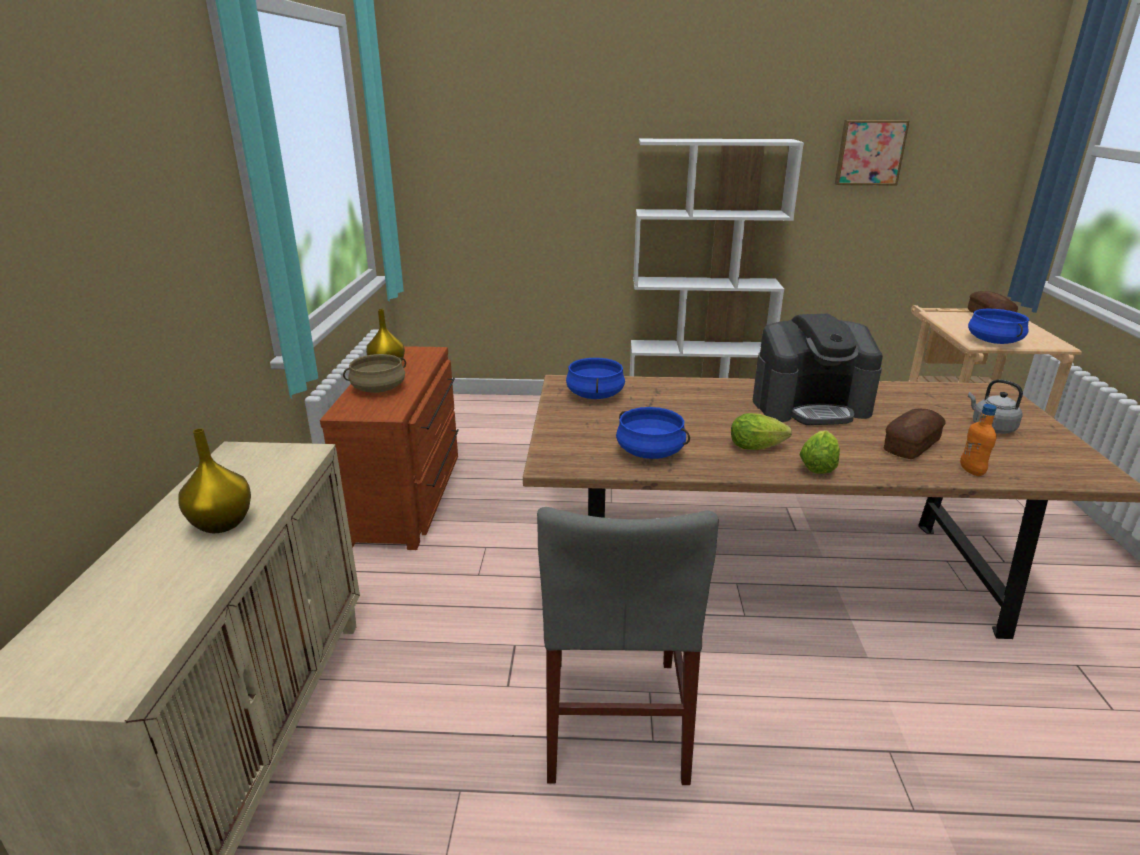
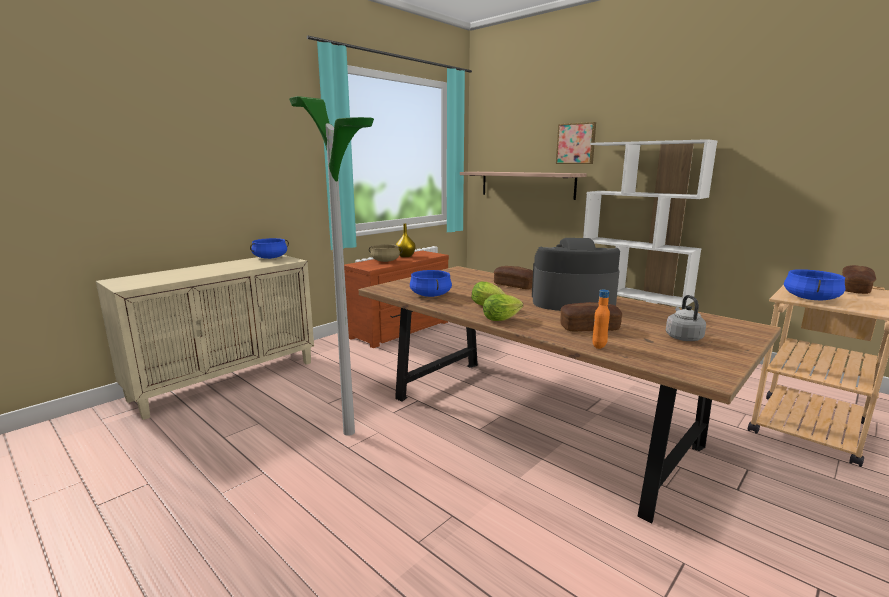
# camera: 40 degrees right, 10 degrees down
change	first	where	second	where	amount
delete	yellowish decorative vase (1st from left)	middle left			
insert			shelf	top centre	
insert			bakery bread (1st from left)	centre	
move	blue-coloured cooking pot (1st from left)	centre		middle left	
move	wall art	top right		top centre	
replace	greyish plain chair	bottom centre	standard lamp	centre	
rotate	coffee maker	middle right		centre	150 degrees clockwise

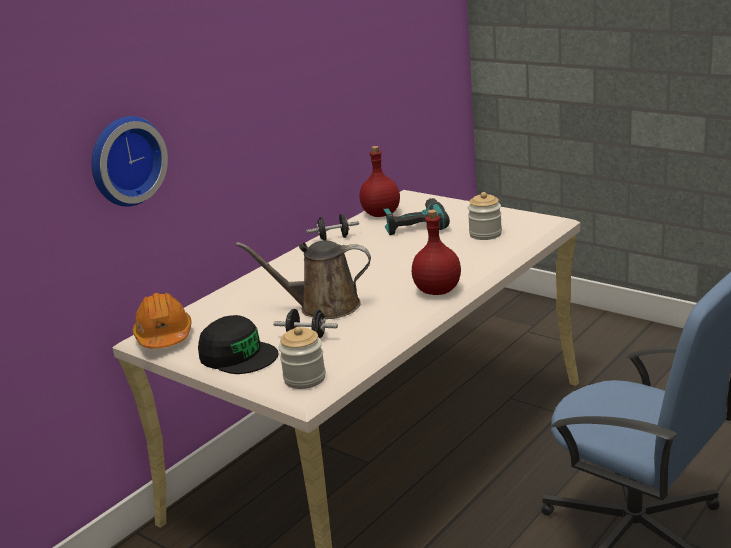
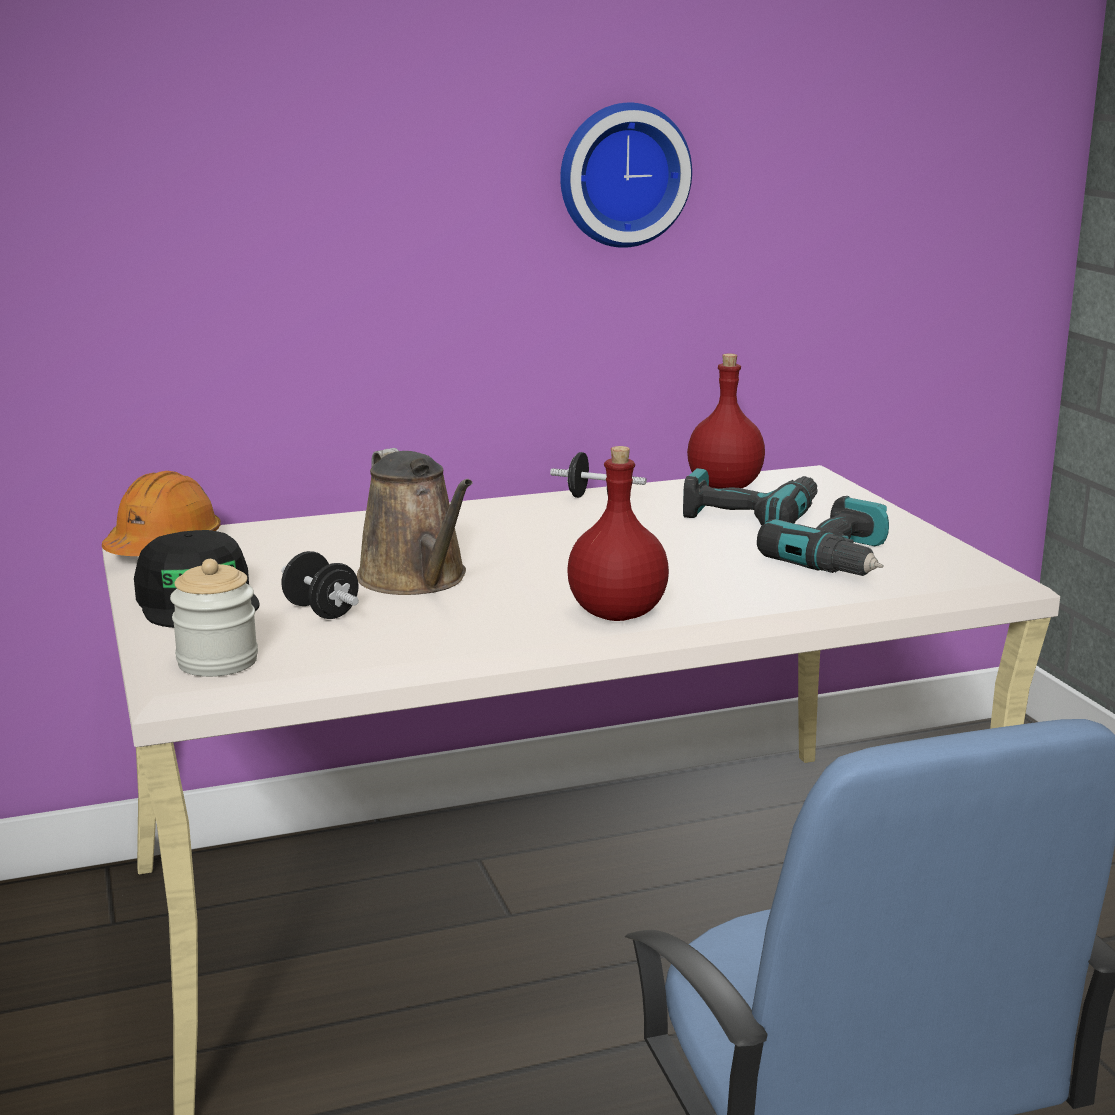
# camera: 30 degrees right, 5 degrees down
change	first	where	second	where	amount
move	hanging clock	top left		top centre	
replace	preserve jar (2nd from left)	centre	electric drill (2nd from left)	middle right	
rotate	brownish sprinkling can	centre		centre	150 degrees counterclockwise

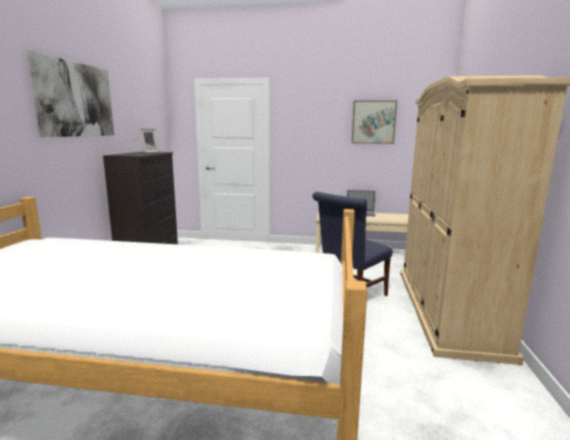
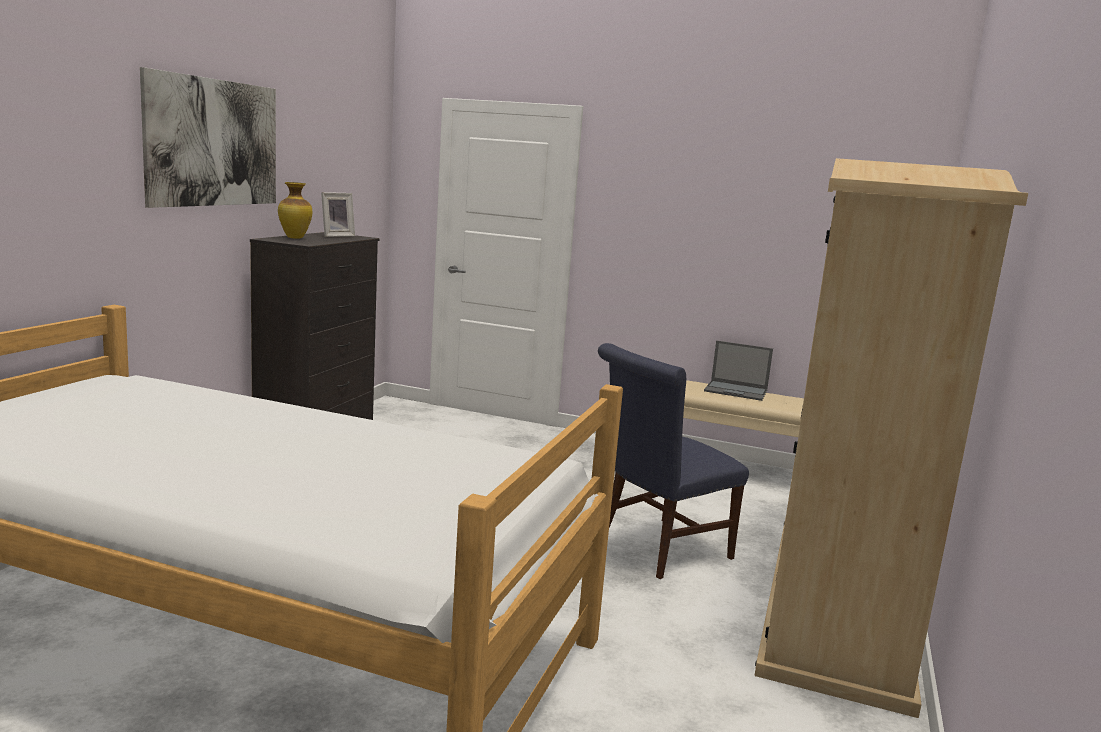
# camera: 10 degrees right, 0 degrees up
change	first	where	second	where	amount
delete	wall art (2nd from left)	top centre			
insert			decorative vase	top left	

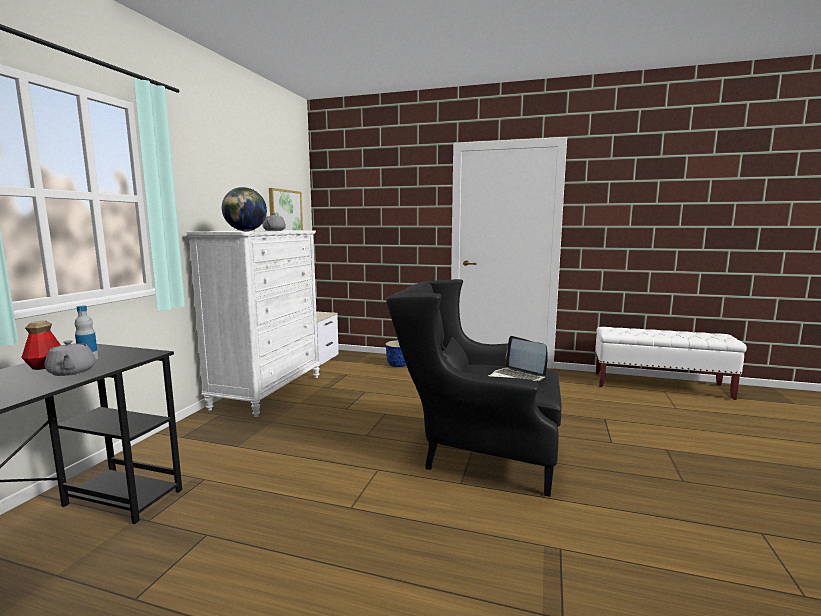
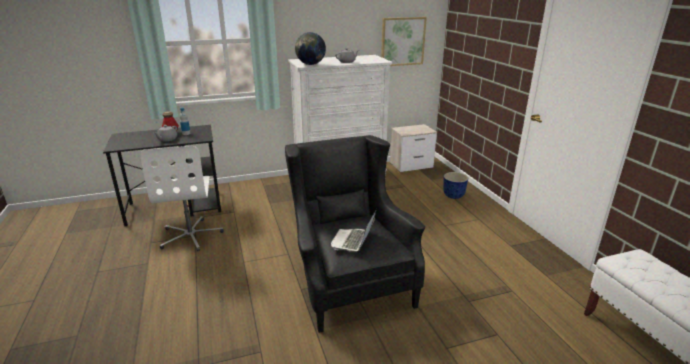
# camera: 55 degrees right, 15 degrees up
change	first	where	second	where	amount
insert			whitish computer chair	middle left	

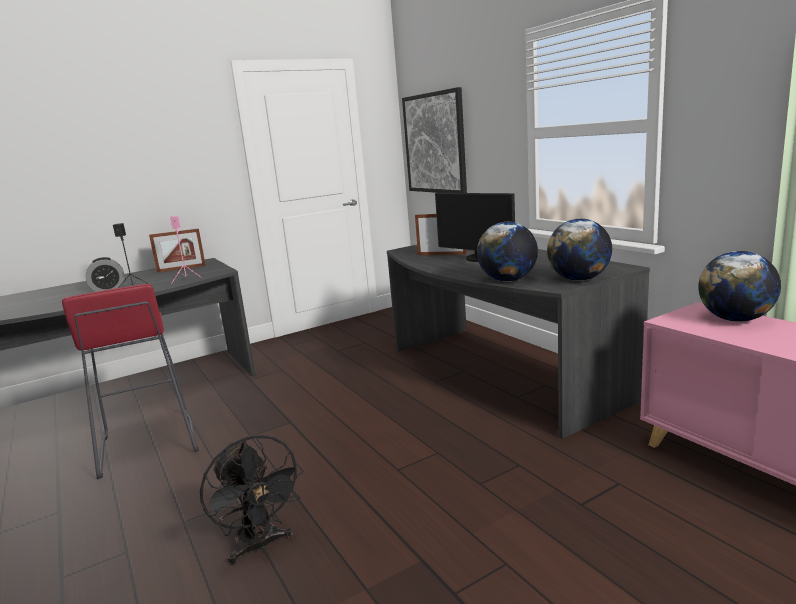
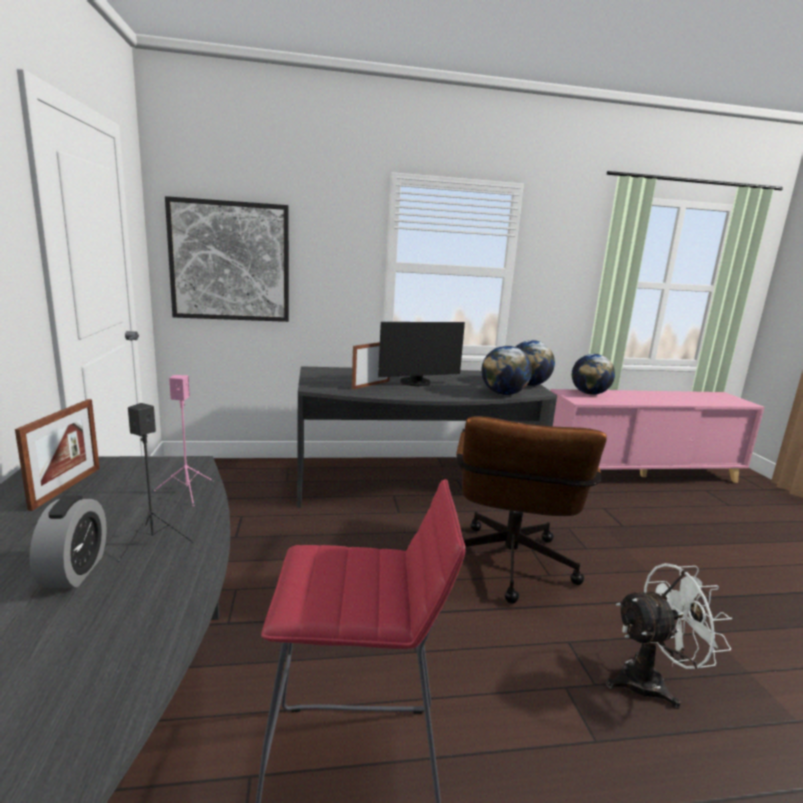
# camera: 70 degrees left, 0 degrees up
change	first	where	second	where	amount
insert			brownish computer chair	centre	
recolor	black-coloured cooling fan	bottom left	whitish cooling fan	bottom right	

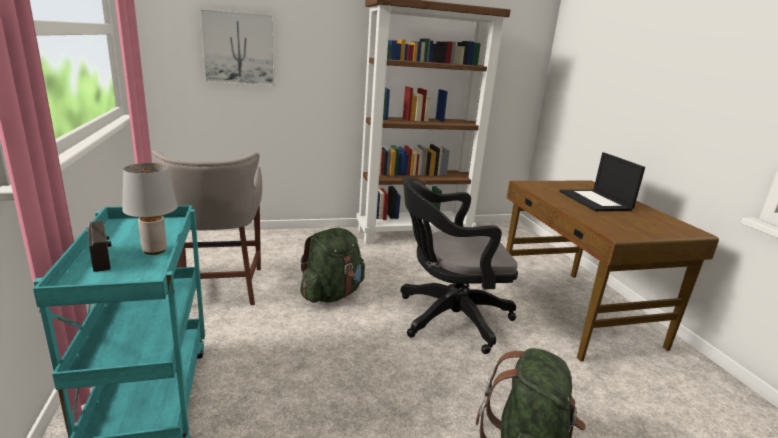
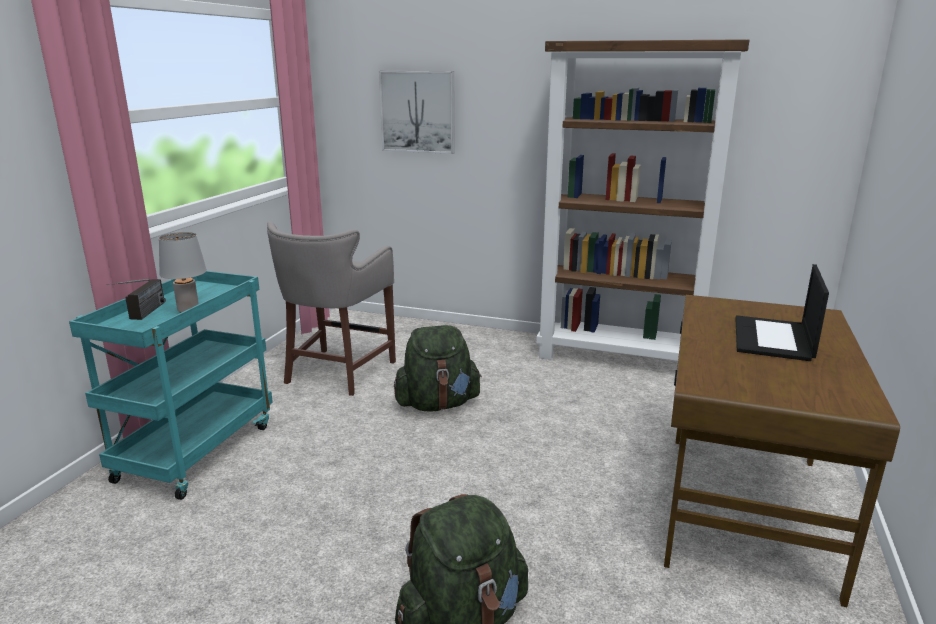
# camera: 35 degrees right, 0 degrees up
change	first	where	second	where	amount
delete	black-coloured computer chair	centre			

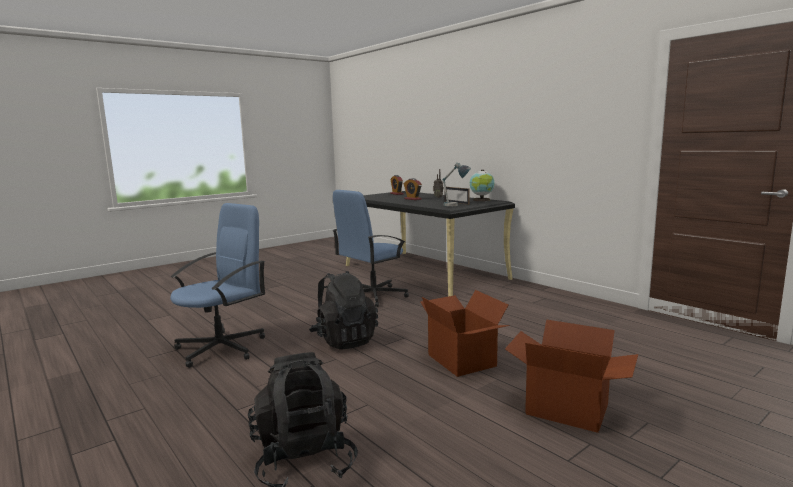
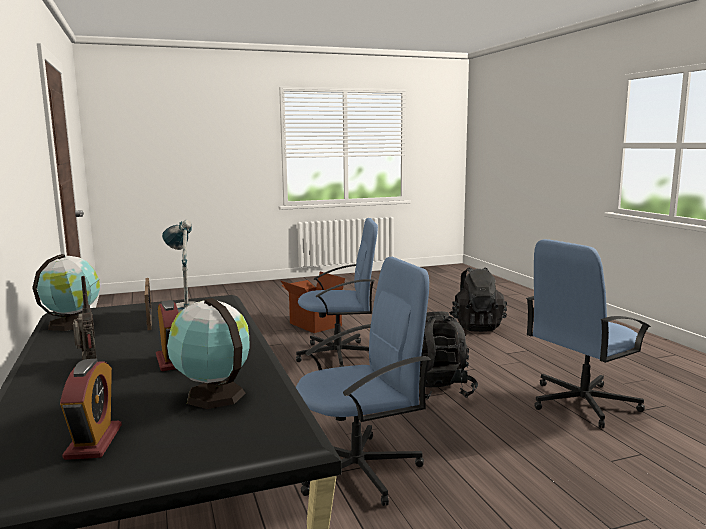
# camera: 160 degrees left, 0 degrees up
change	first	where	second	where	amount
insert			globe (2nd from left)	bottom left	
replace	packing box (1st from left)	bottom centre	blue-coloured computer chair (1st from left)	centre	

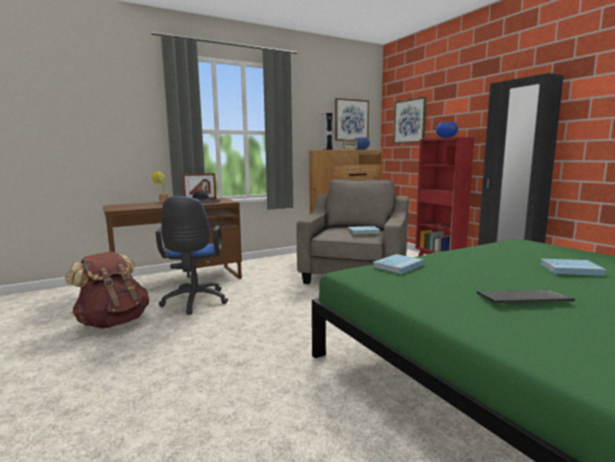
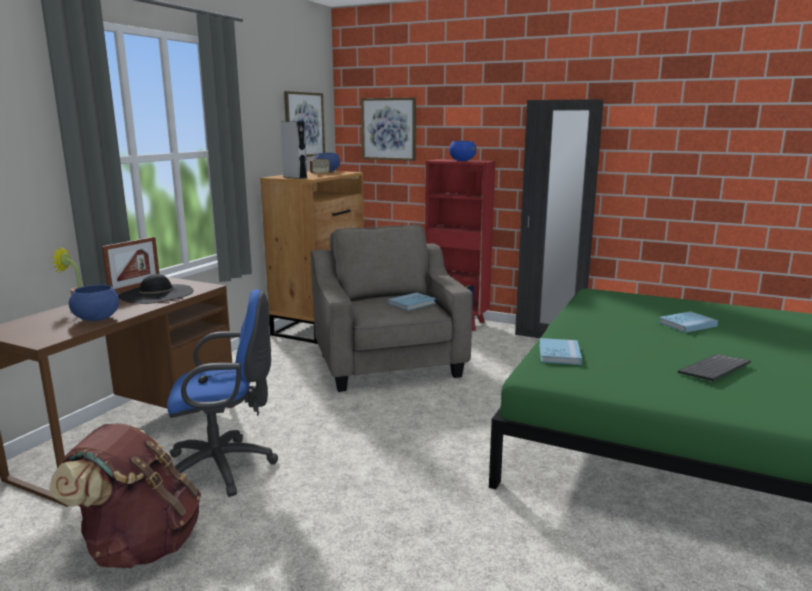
# camera: 35 degrees left, 5 degrees up
change	first	where	second	where	amount
insert			blue-coloured bowl (1st from left)	middle left	
rotate	blue-coloured computer chair	middle left		middle left	60 degrees counterclockwise

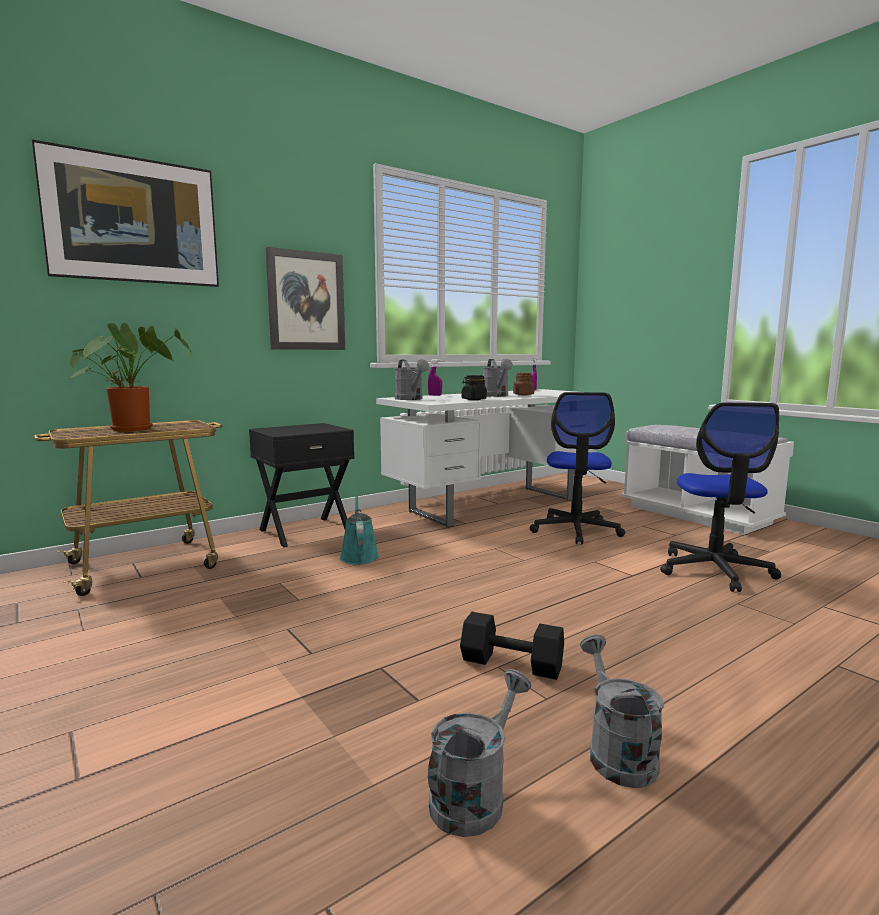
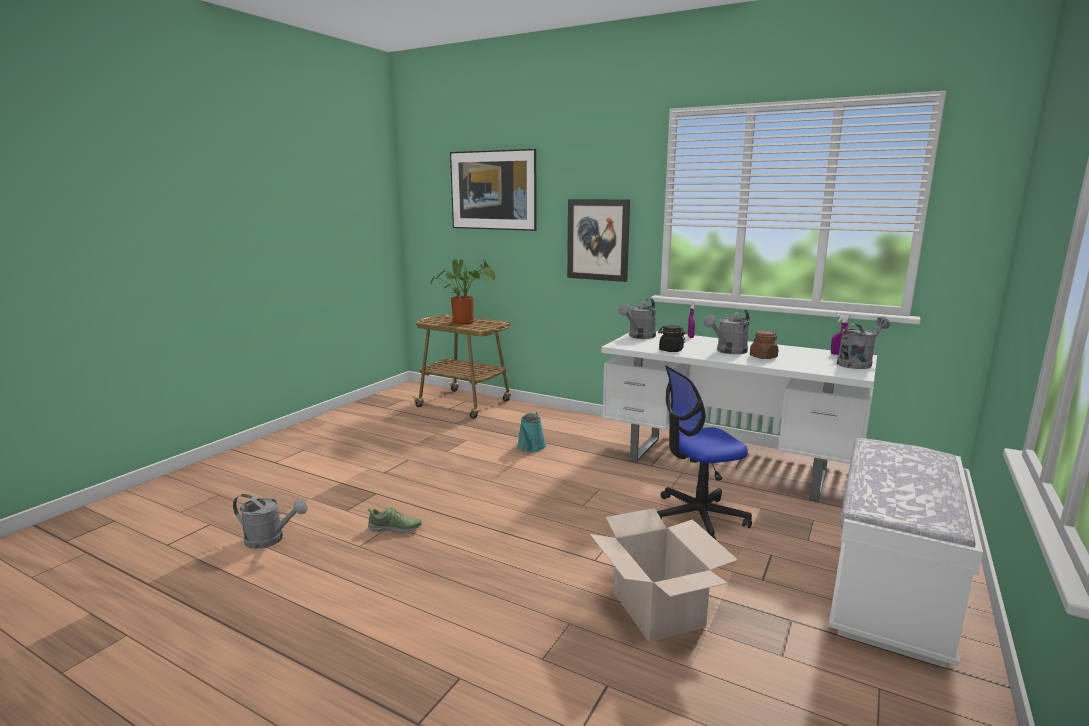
# camera: 65 degrees right, 5 degrees up
change	first	where	second	where	amount
delete	black-coloured nightstand	centre			
move	greyish sprinkling can (4th from left)	bottom right		middle right	
replace	black-coloured dumbbell	bottom centre	low shoe	bottom centre	
replace	computer chair (2nd from left)	middle right	packing box	bottom centre	
rotate	turquoise-coloured sprinkling can	centre		centre	135 degrees clockwise

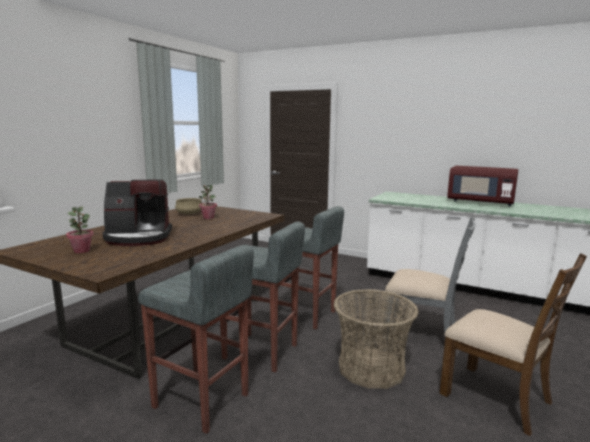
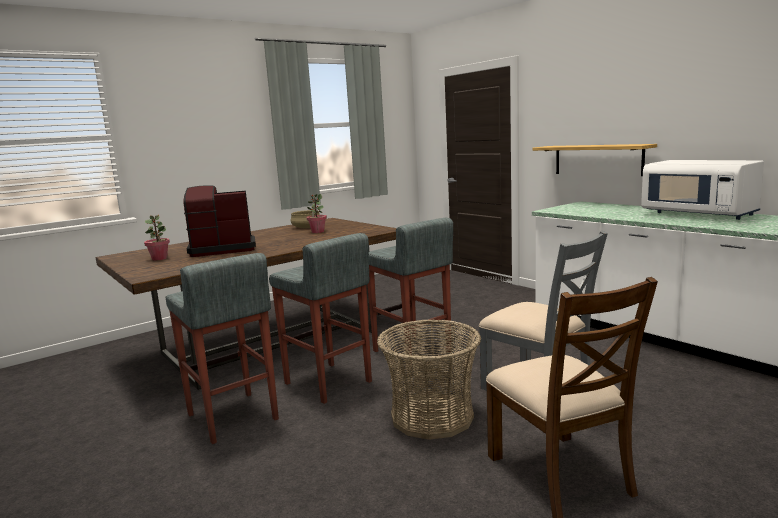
# camera: 25 degrees right, 0 degrees up
change	first	where	second	where	amount
insert			shelf	top right	
recolor	reddish microwave oven	middle right	whitish microwave oven	middle right	
rotate	coffee maker	middle left		middle left	150 degrees clockwise

